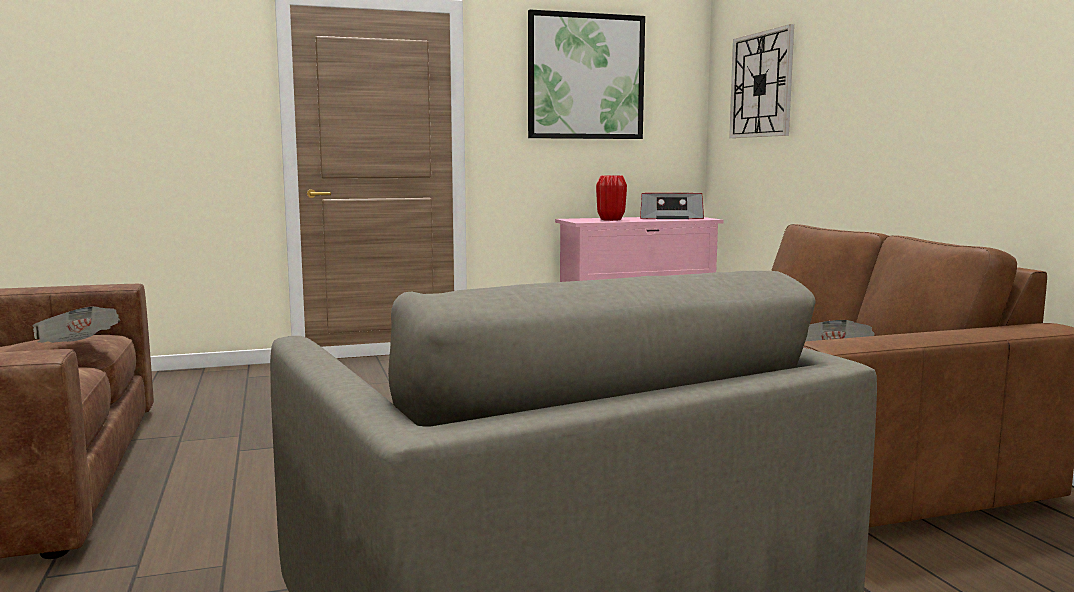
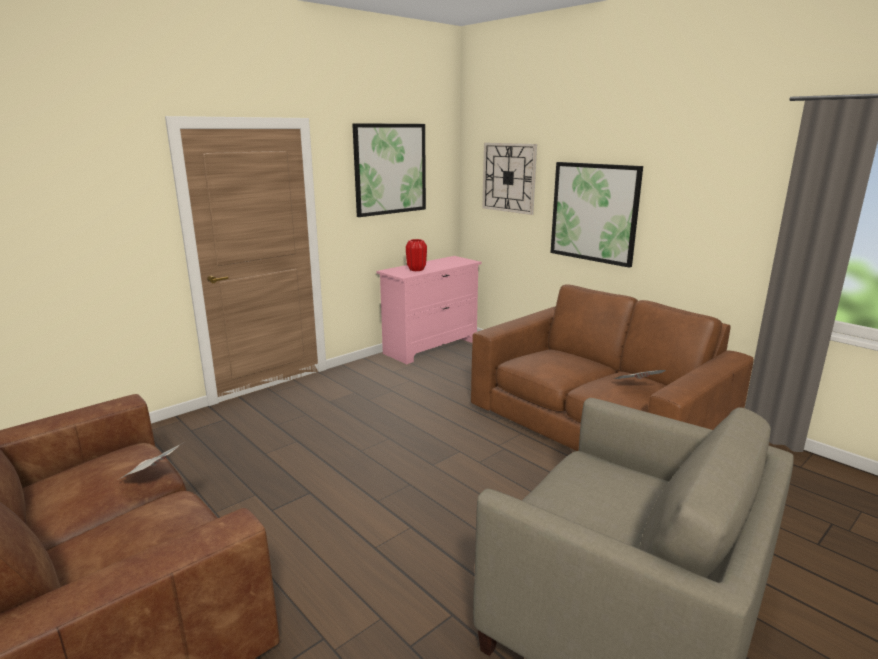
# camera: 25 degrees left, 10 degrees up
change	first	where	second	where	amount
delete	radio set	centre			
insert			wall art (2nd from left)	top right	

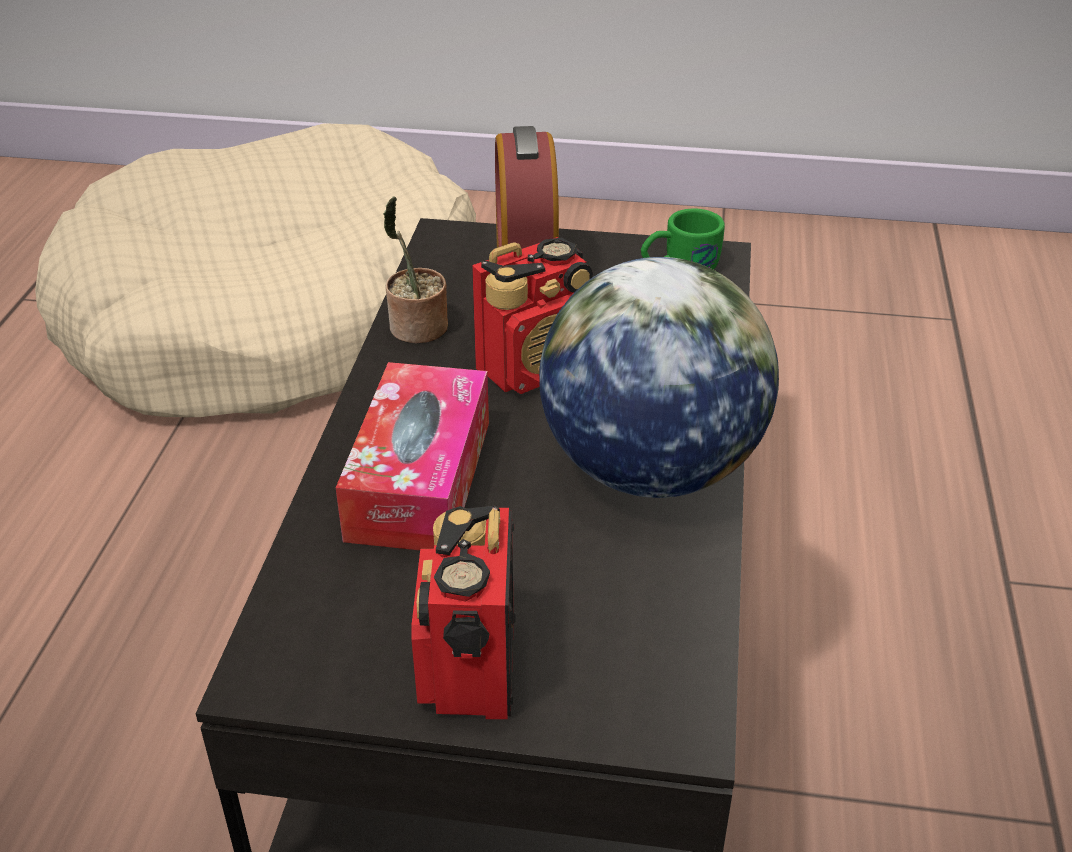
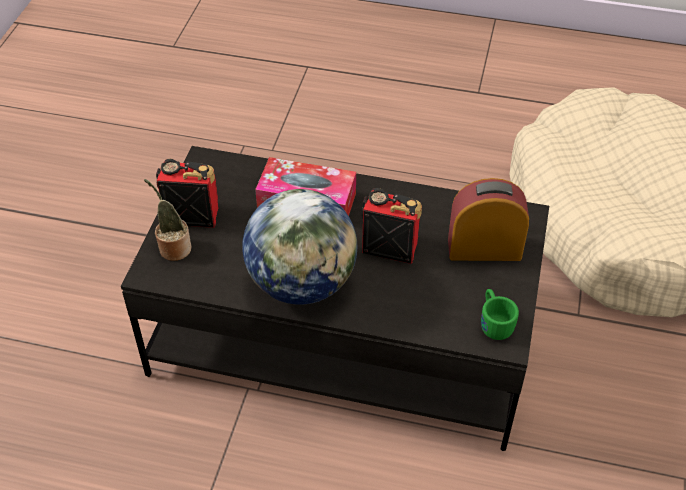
# camera: 95 degrees right, 10 degrees up
change	first	where	second	where	amount
move	plant in a pot	top centre		middle left	
rotate	radio set (2nd from left)	centre		centre	135 degrees clockwise

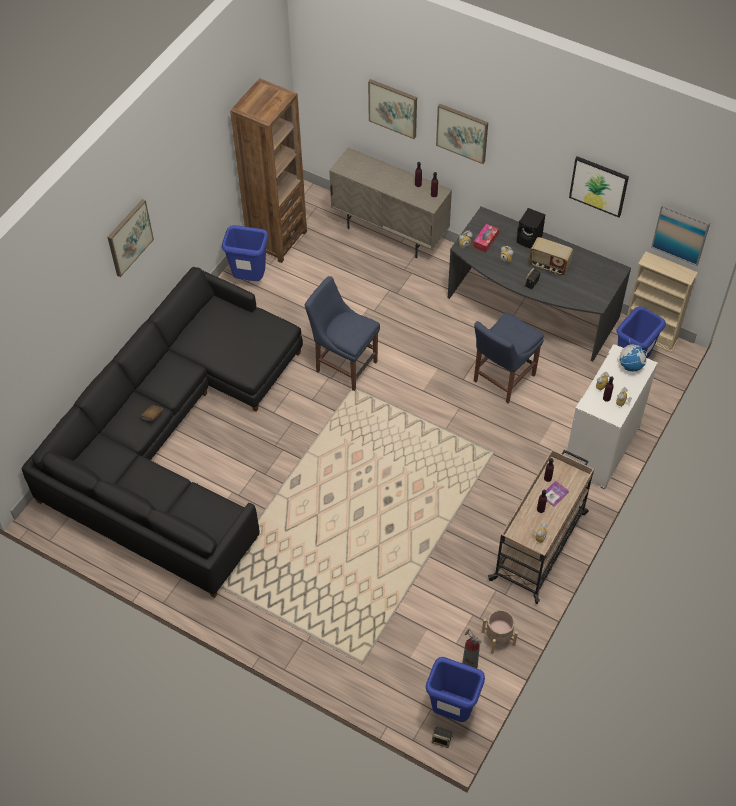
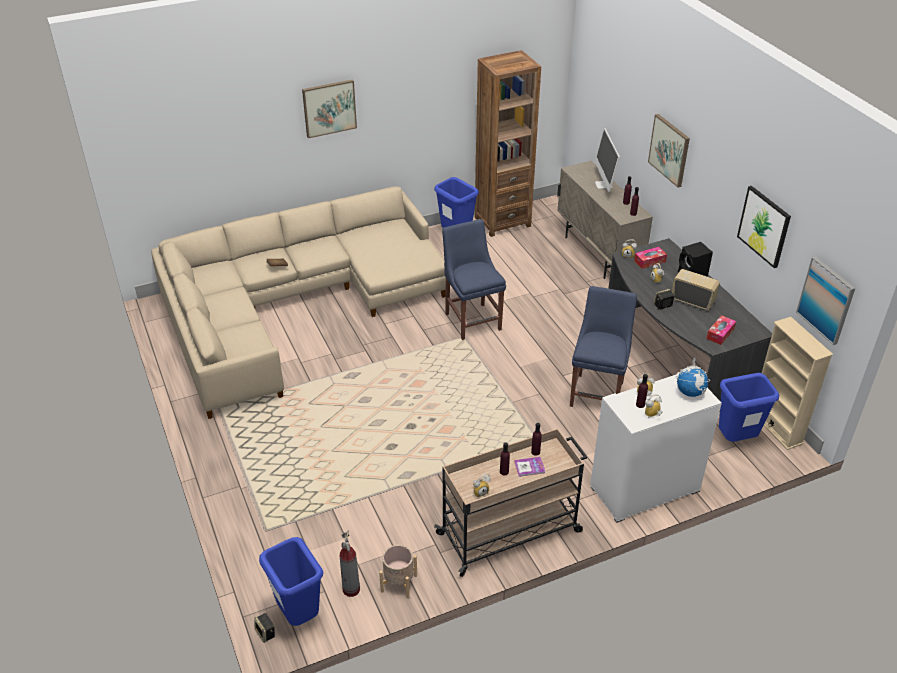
# camera: 35 degrees right, 15 degrees down
change	first	where	second	where	amount
delete	wall art (2nd from left)	top centre			
insert			computer screen	top right	
insert			tissue box (2nd from left)	middle right	
recolor	black-coloured couch	middle left	sand-coloured couch	middle left	
rotate	blue-coloured plain chair (2nd from left)	middle right		middle right	120 degrees clockwise
rotate	radio set	top right		middle right	150 degrees clockwise

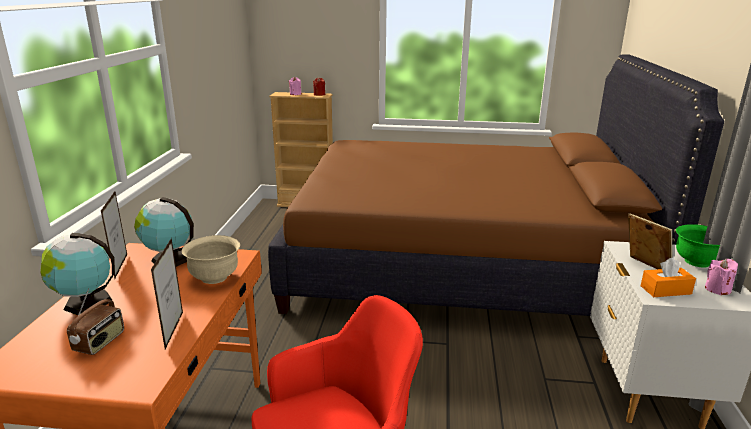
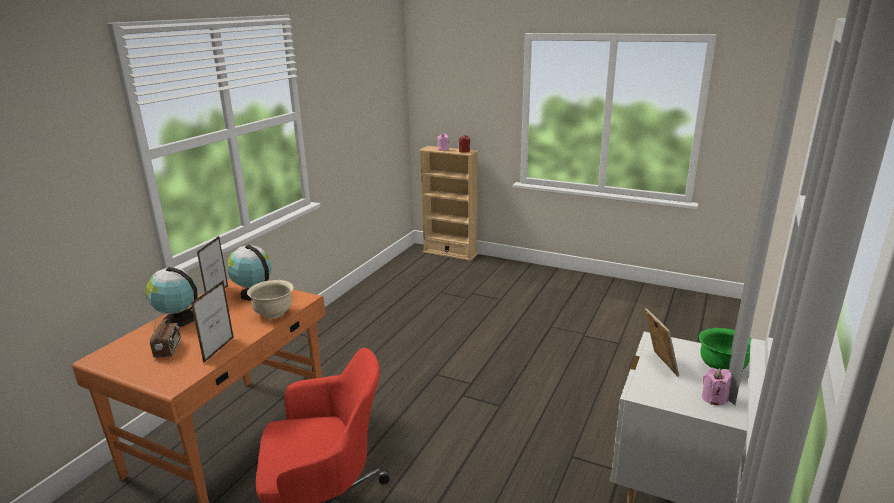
# camera: 20 degrees right, 0 degrees up
change	first	where	second	where	amount
delete	brownish sleeping bed	centre			
delete	orangey tissue box	middle right			
rotate	radio set	bottom left		middle left	45 degrees counterclockwise

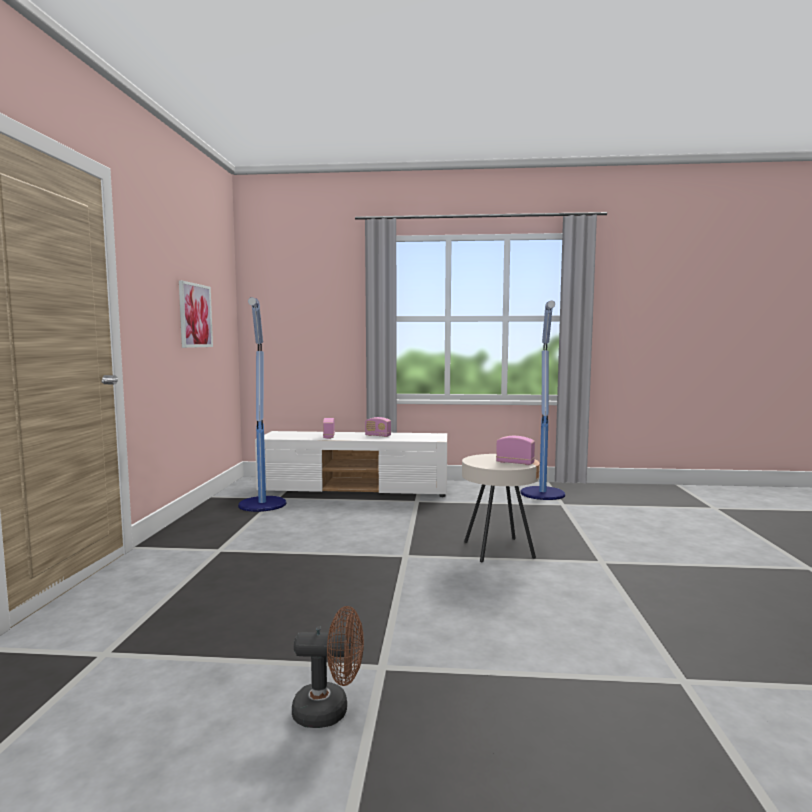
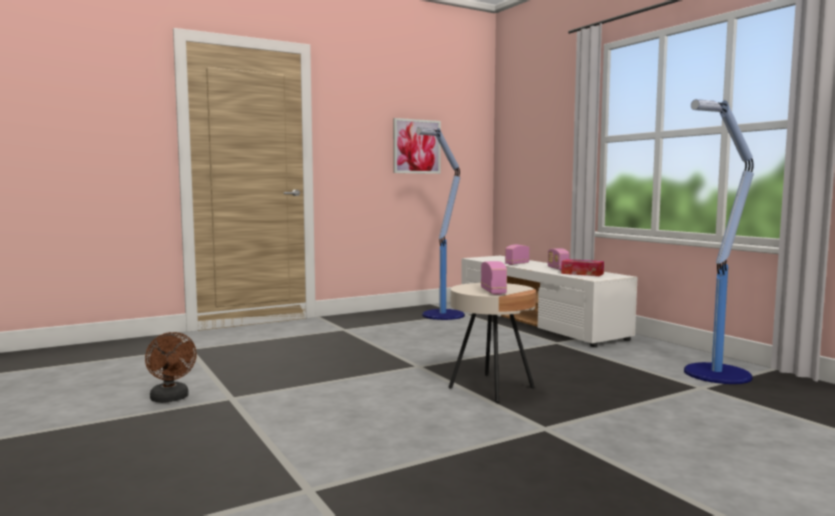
# camera: 55 degrees right, 0 degrees up
change	first	where	second	where	amount
insert			tissue box	middle right	

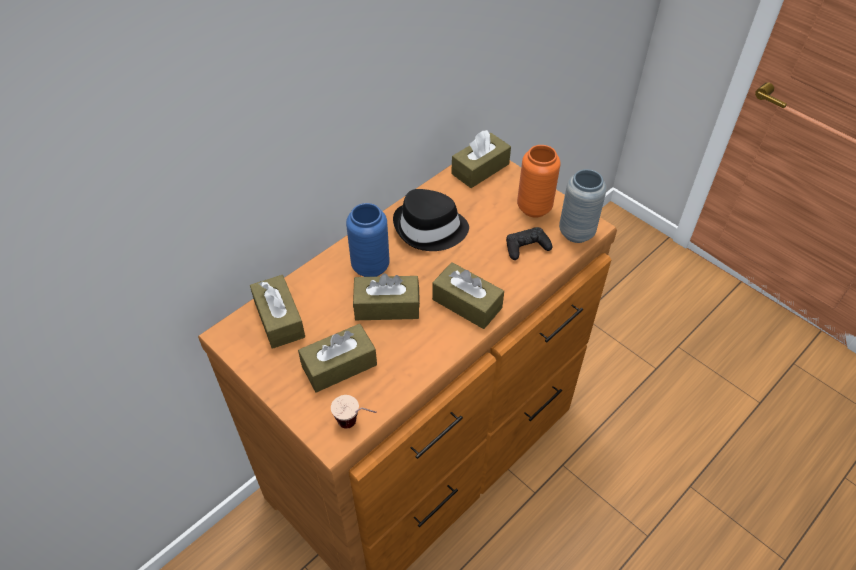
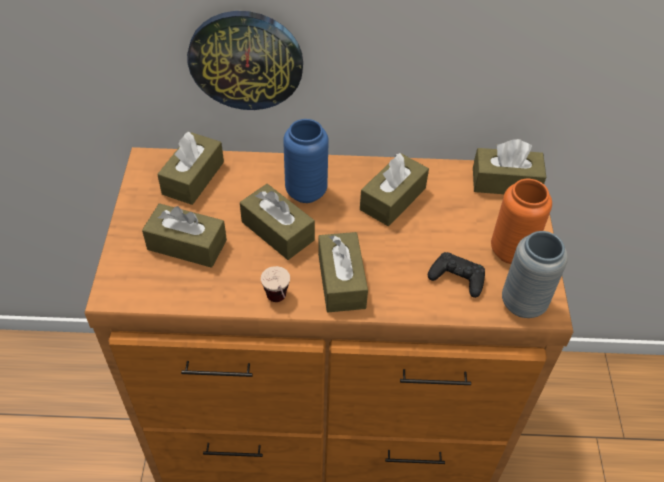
# camera: 45 degrees right, 0 degrees up
change	first	where	second	where	amount
insert			hanging clock	top centre	
move	drinking cup	bottom centre		centre	
replace	black-coloured wearable hat	centre	brownish tissue box (5th from left)	centre	

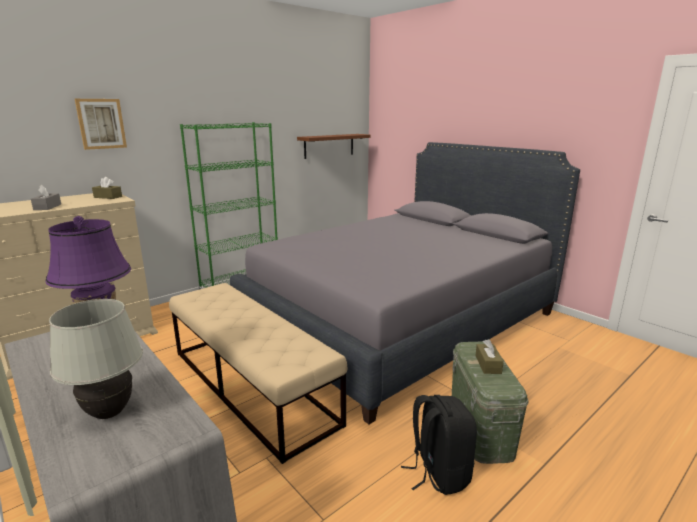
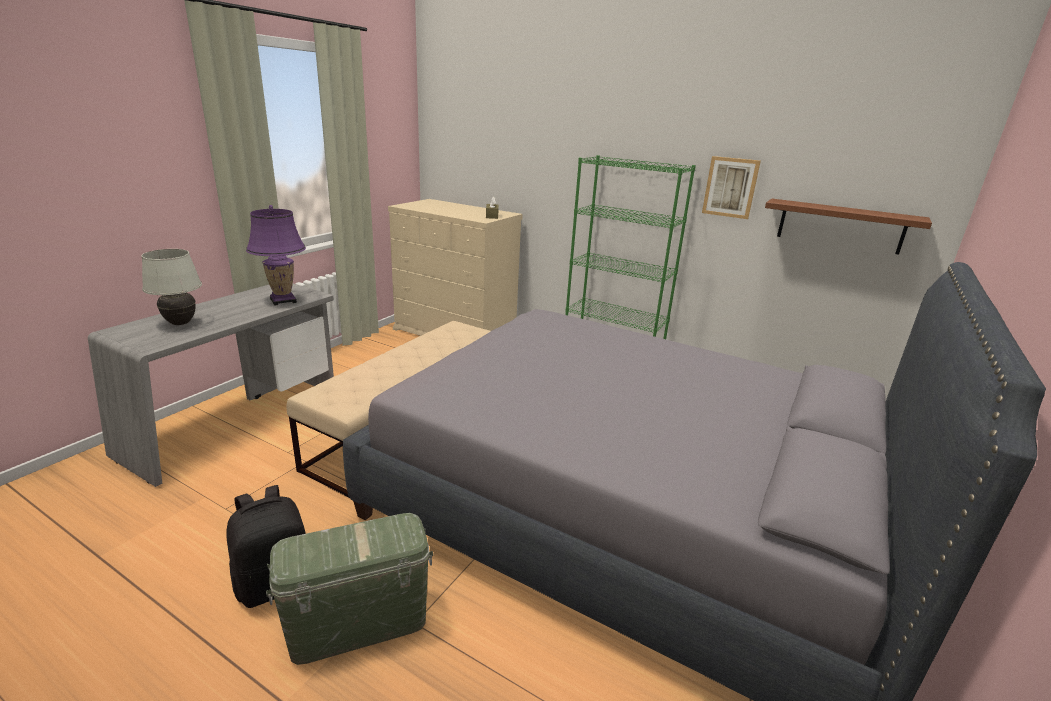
# camera: 70 degrees right, 5 degrees up
change	first	where	second	where	amount
delete	greyish tissue box	middle left			
delete	brownish tissue box (2nd from left)	bottom right			
move	wall art	top left		top right	

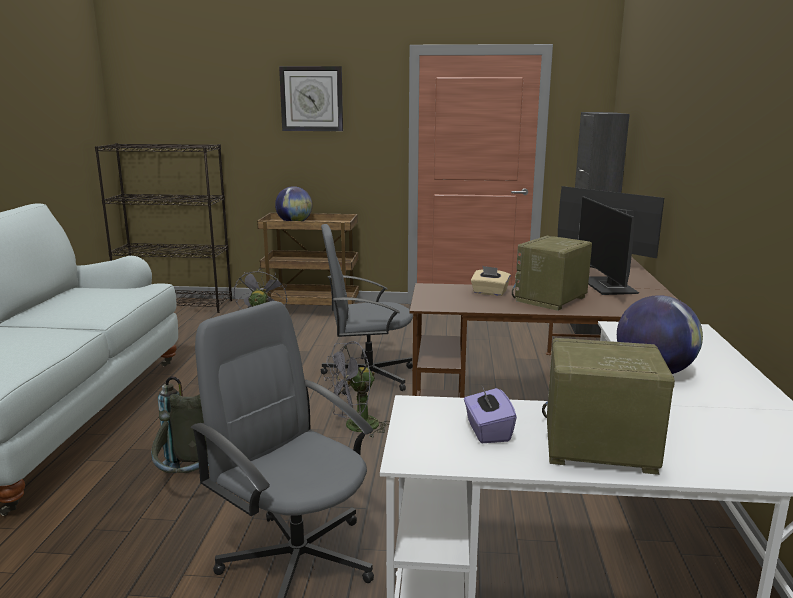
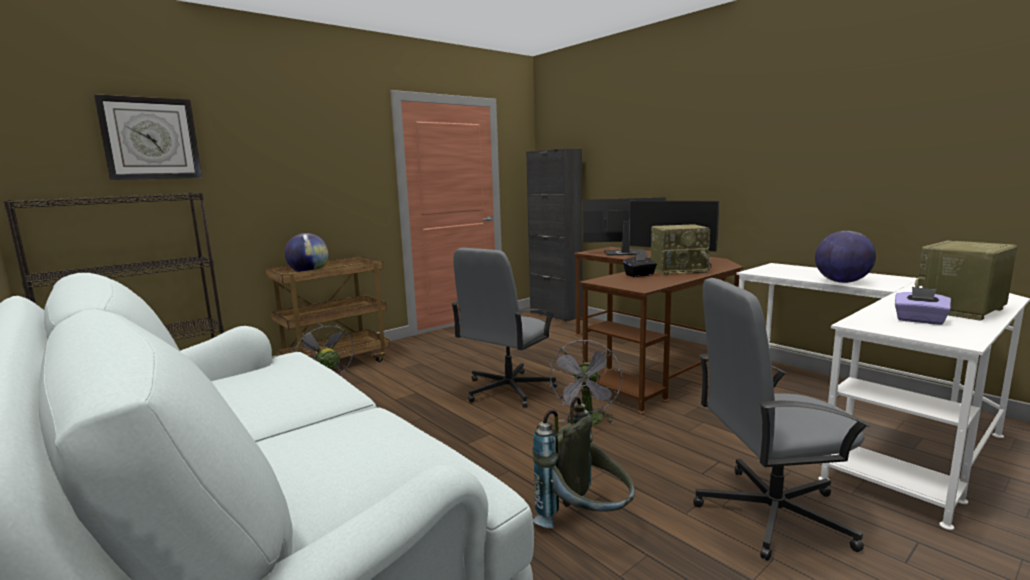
# camera: 45 degrees left, 5 degrees down
change	first	where	second	where	amount
move	hanging clock	top centre		top left	
recolor	sand-coloured tissue box	centre	black-coloured tissue box	centre	
rotate	radio set (1st from left)	middle right		centre	90 degrees counterclockwise

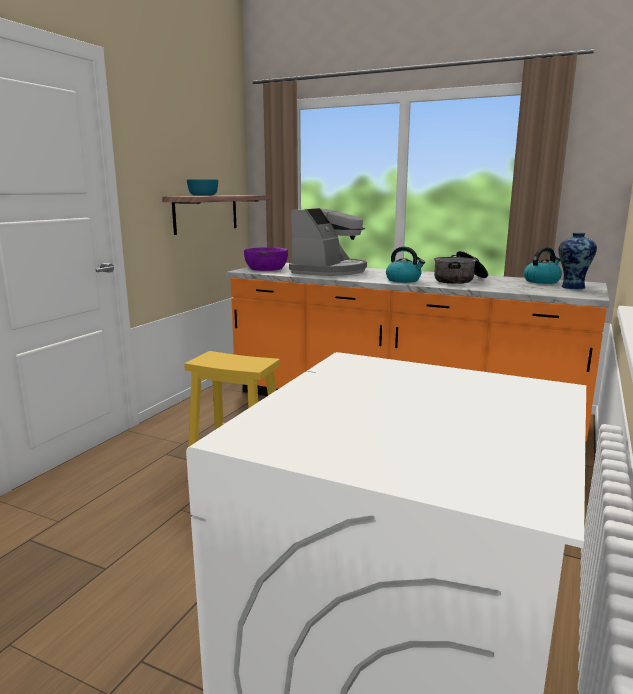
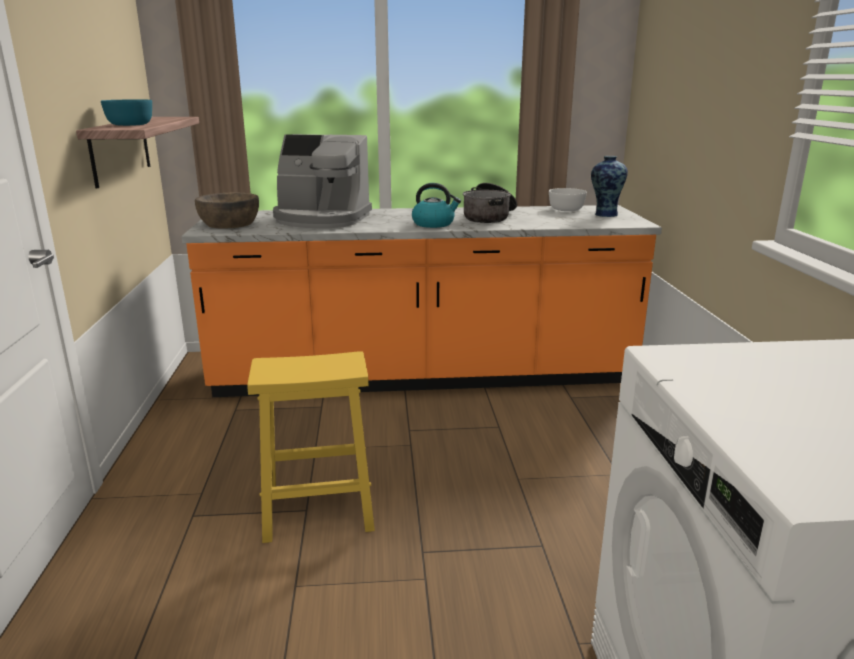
# camera: 30 degrees left, 5 degrees up
change	first	where	second	where	amount
replace	kettle (2nd from left)	middle right	whitish bowl	top centre	
recolor	purplish bowl	centre	brownish bowl	top left	
rotate	coffee maker	centre		top centre	105 degrees clockwise

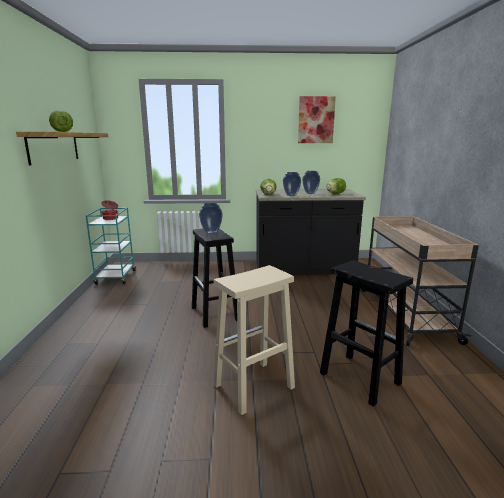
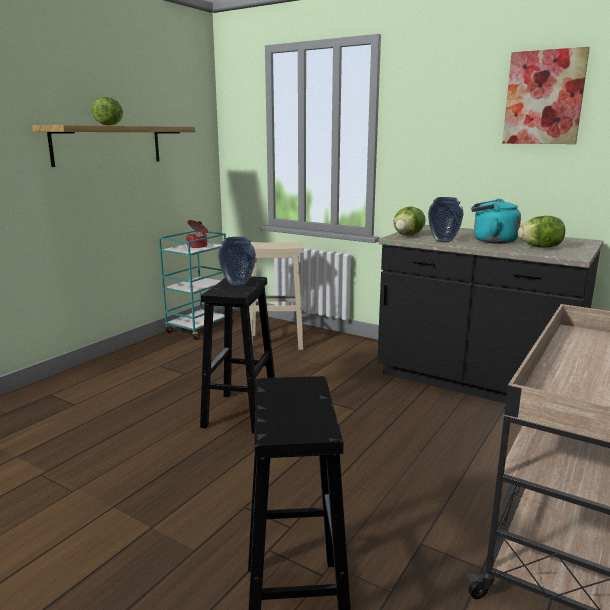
# camera: 35 degrees right, 0 degrees up
change	first	where	second	where	amount
move	sand-coloured stool seat	bottom centre		centre	
replace	decorative vase (3rd from left)	centre	turquoise-coloured kettle	middle right	

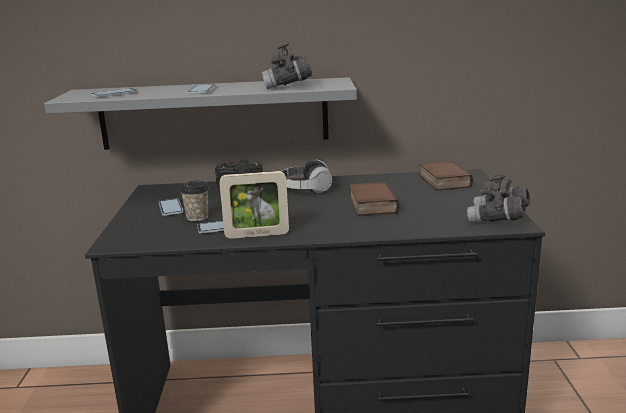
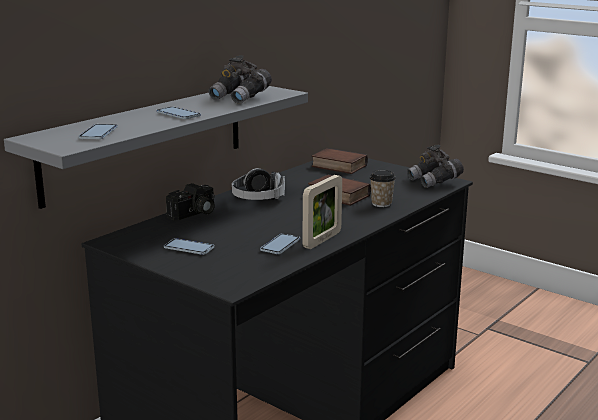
# camera: 50 degrees left, 0 degrees up
change	first	where	second	where	amount
move	drinking cup	middle left		centre	

